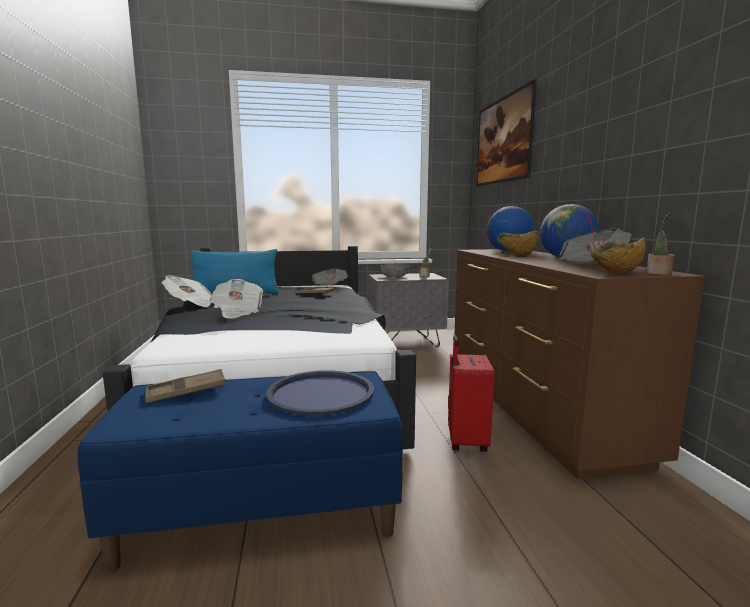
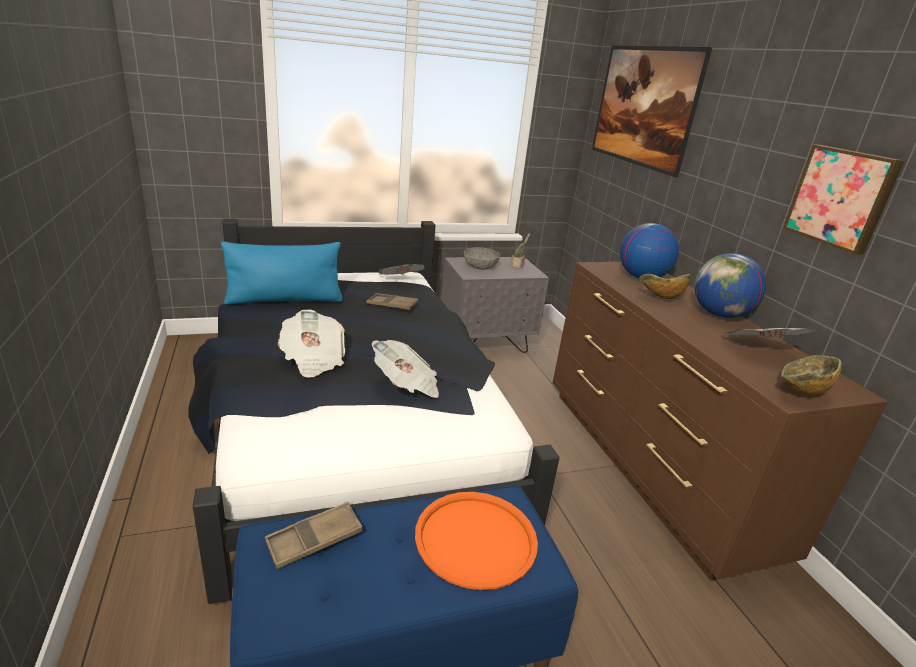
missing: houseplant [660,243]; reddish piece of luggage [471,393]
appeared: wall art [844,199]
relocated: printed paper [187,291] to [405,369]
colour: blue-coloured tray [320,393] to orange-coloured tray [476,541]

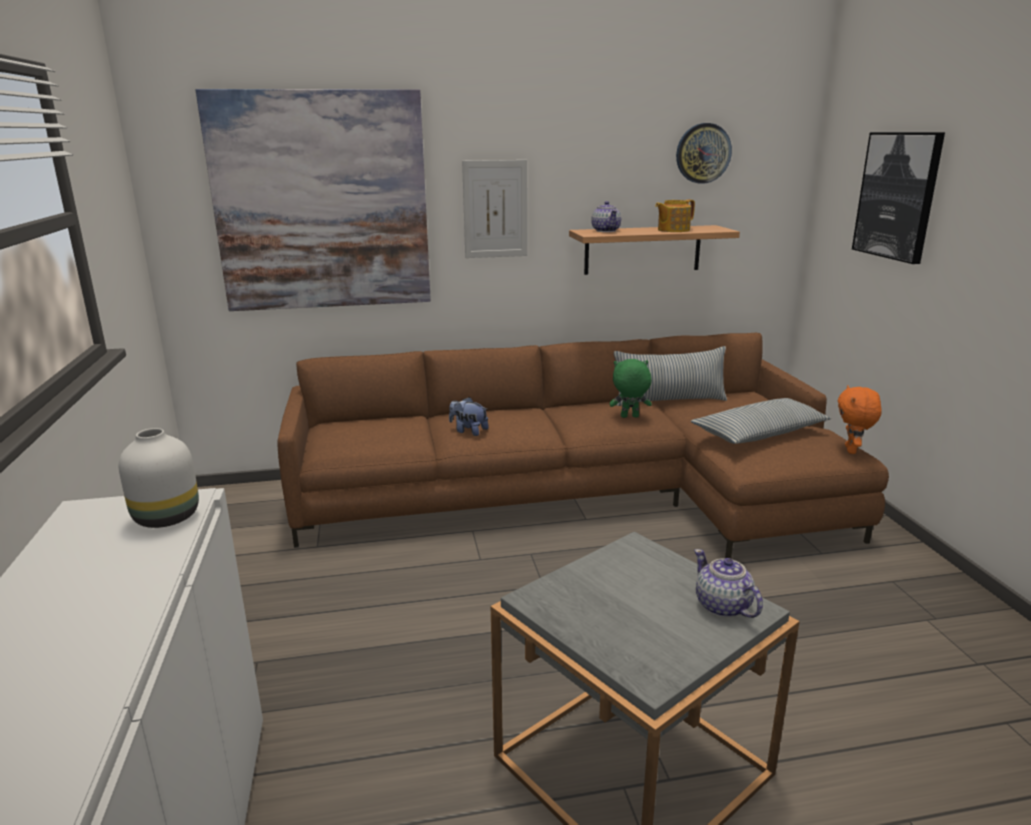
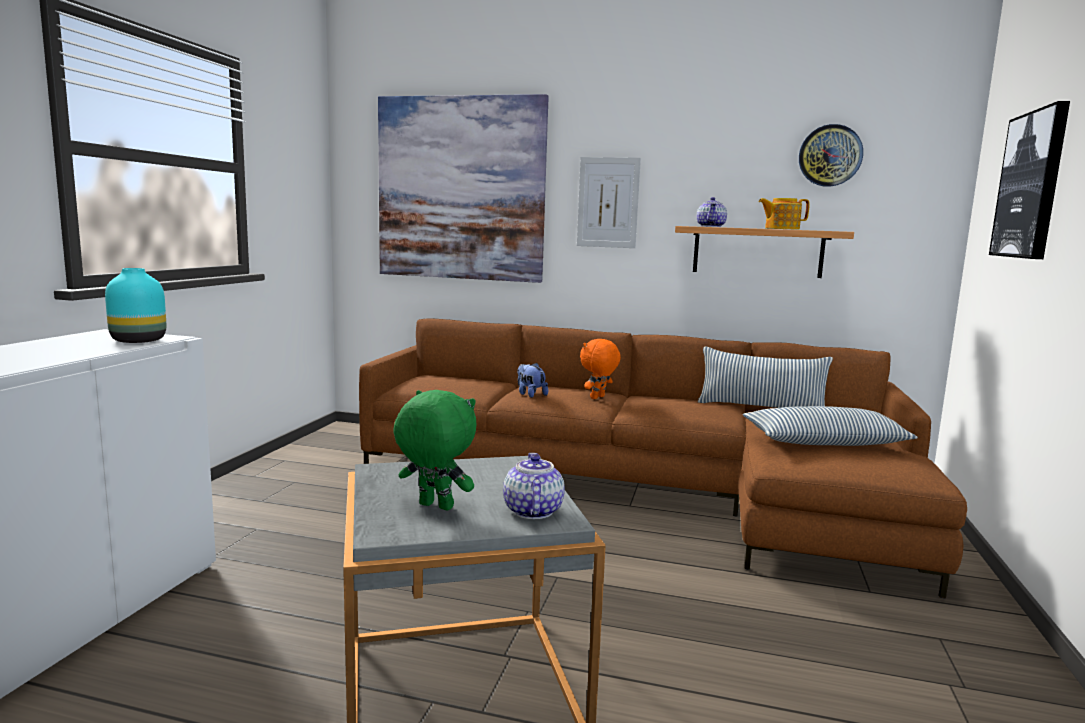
relocated: green plush toy [630,388] to [434,450]; orange-coloured plush toy [860,419] to [600,369]
colour: whitish decorative vase [159,478] to turquoise decorative vase [135,305]

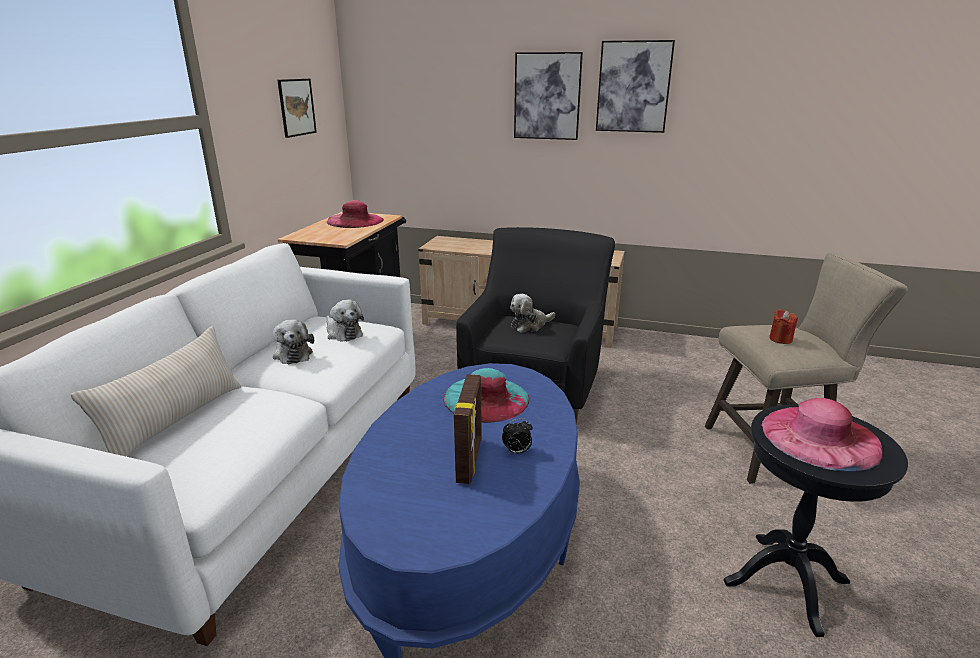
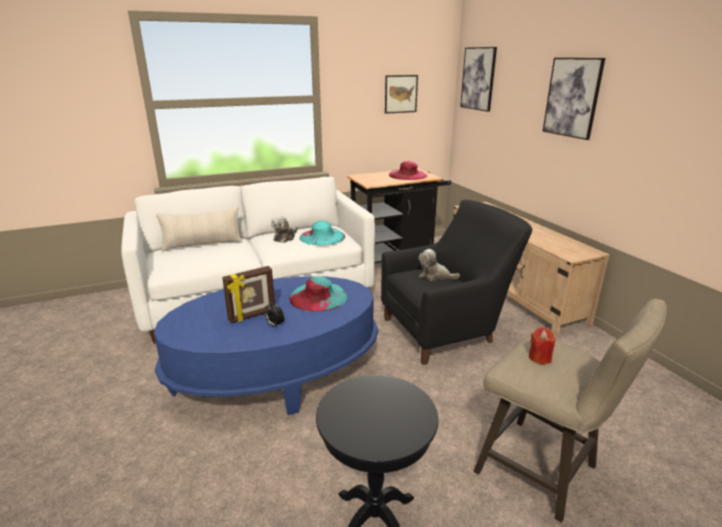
missing: pink-coloured hat [822,435]
relocated: wall art [635,86] to [478,79]
exchanged: plush toy [345,321] to turquoise hat [322,233]

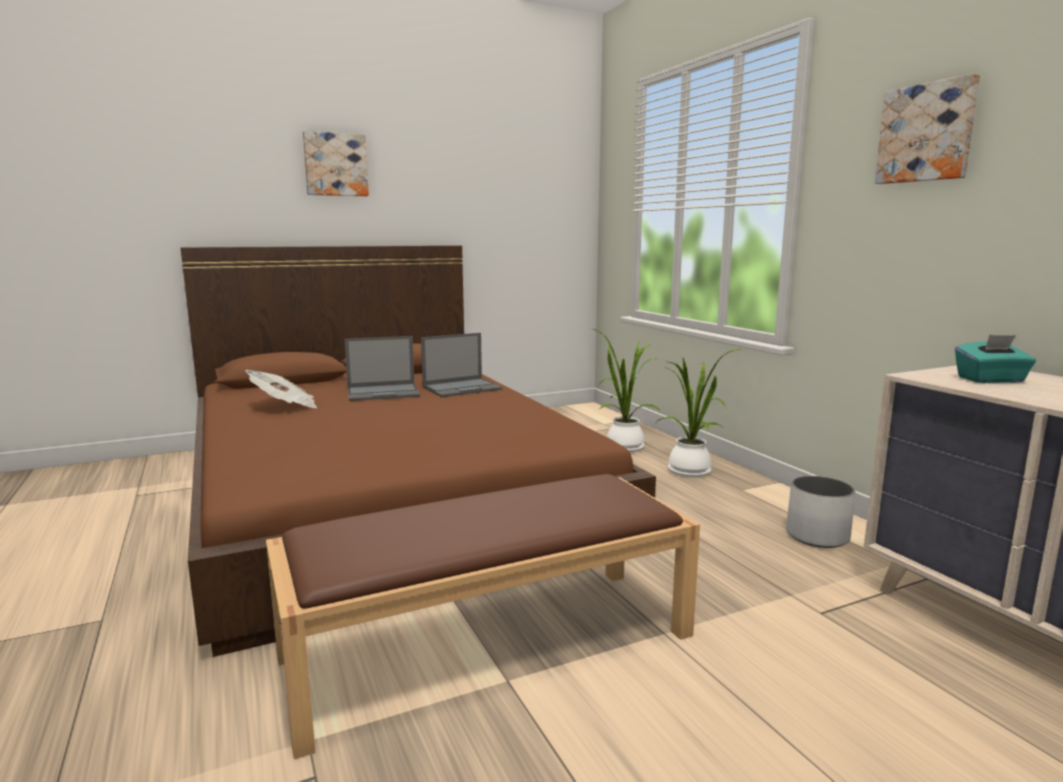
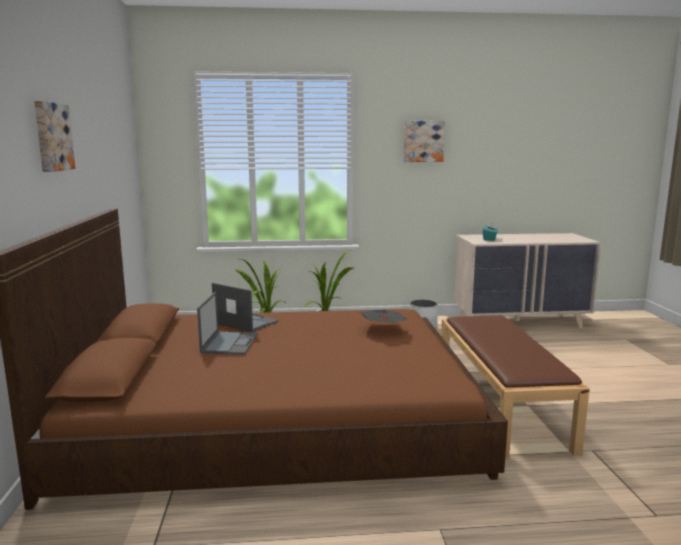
relocated: printed paper [281,389] to [383,316]
spun: notebook computer [462,365] = [245,307] 45 degrees counterclockwise

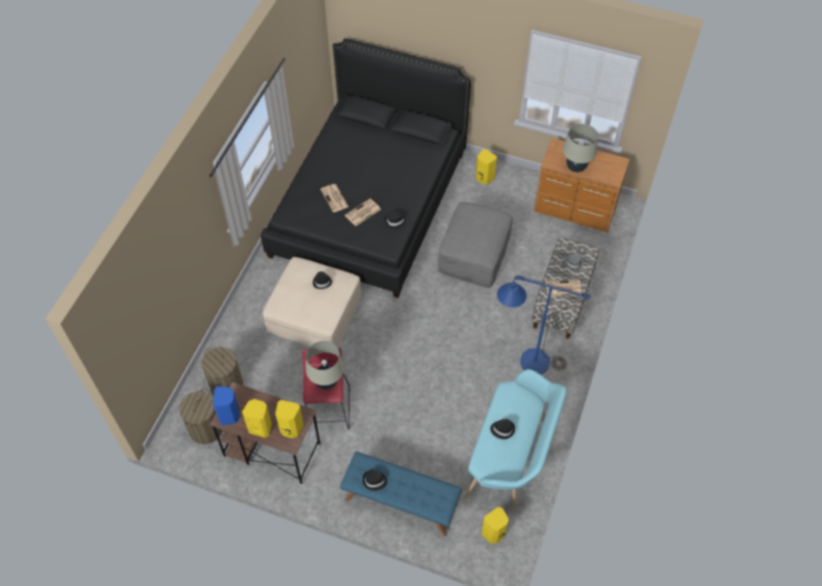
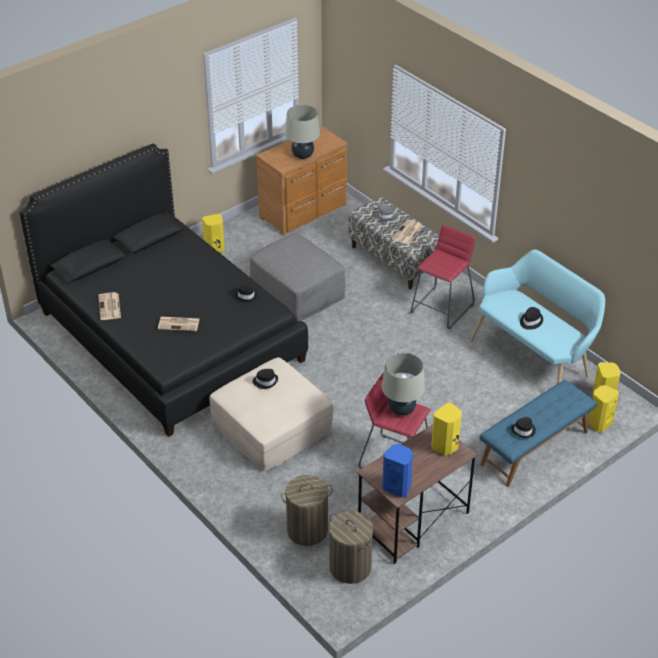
relocated: printed paper [363,212] to [109,306]; yellowish audio speaker [257,418] to [603,408]
exchanged: blue-coloured floor lamp [544,324] to reddish stool seat [442,277]

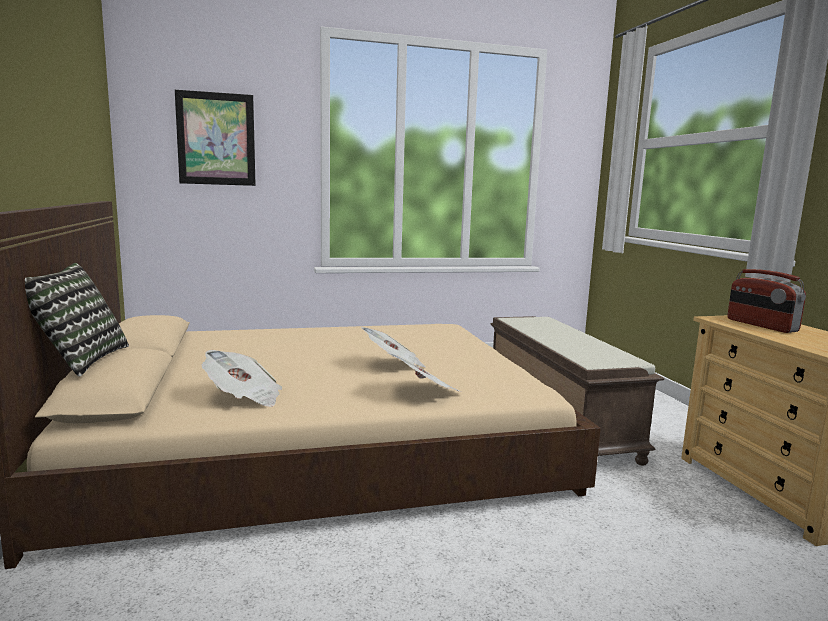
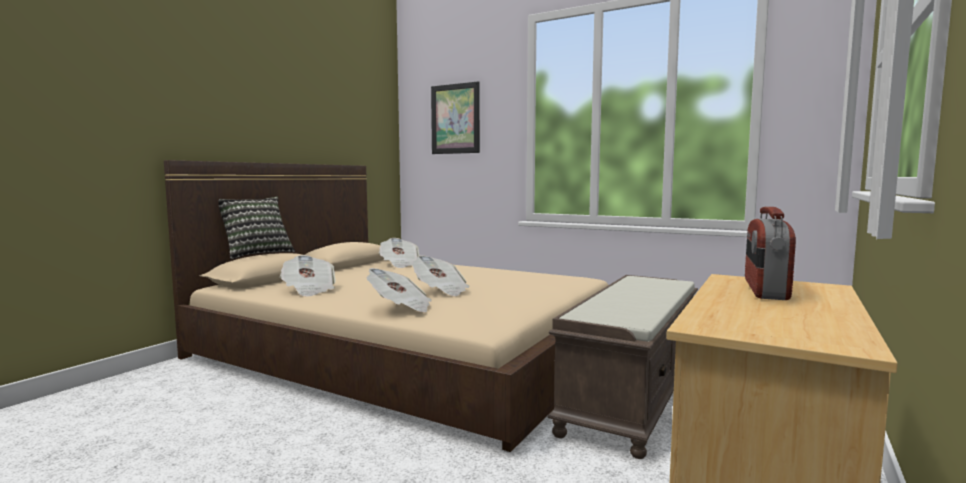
appeared: printed paper [399,253]

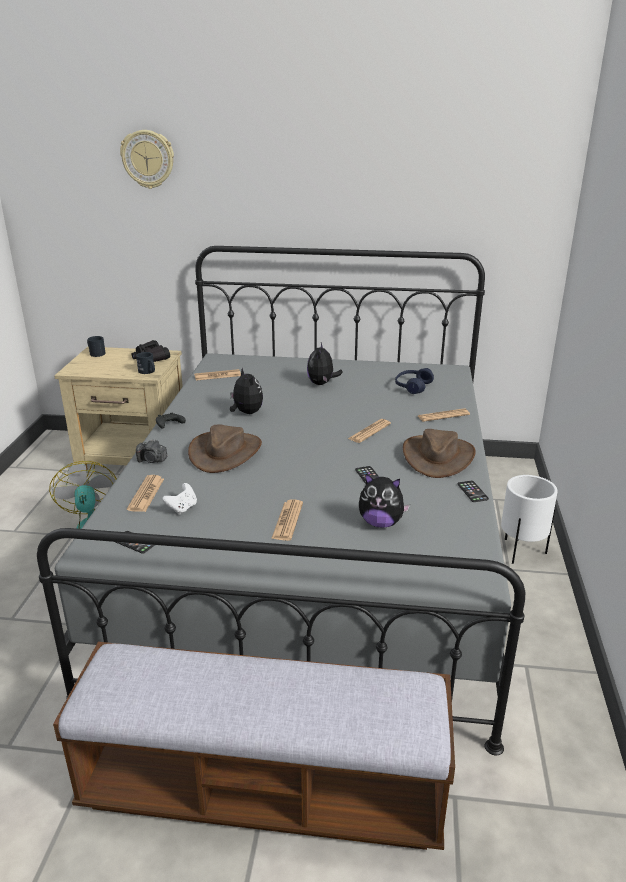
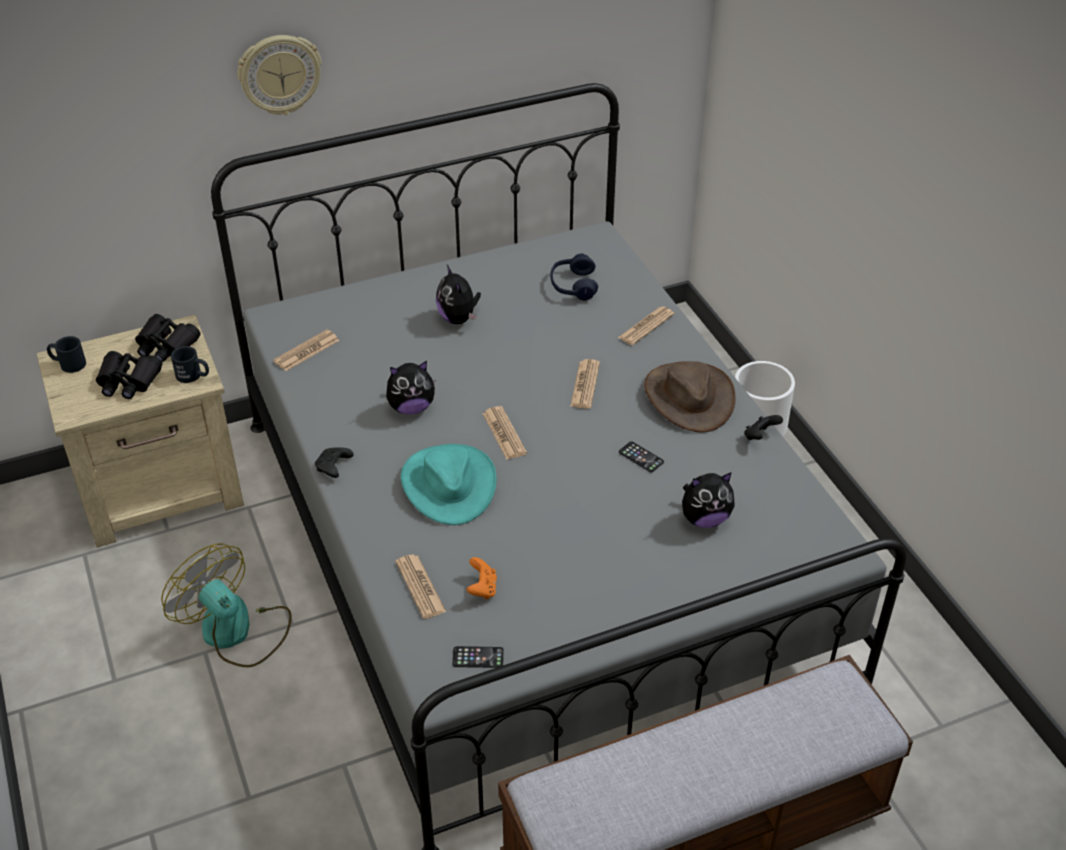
missing: photo camera [151,451]
appeared: blackish pair of binoculars [129,375]
relocated: wall clock [147,159] to [279,75]; printed paper [287,520] to [504,433]
exchanged: phone [473,491] to blackish joypad [763,427]
colour: brown-coloured hat [225,448] to turquoise hat [449,484]; whitish joypad [179,499] to orange-coloured joypad [482,578]
spun: plush toy [246,390] = [411,388] 135 degrees clockwise

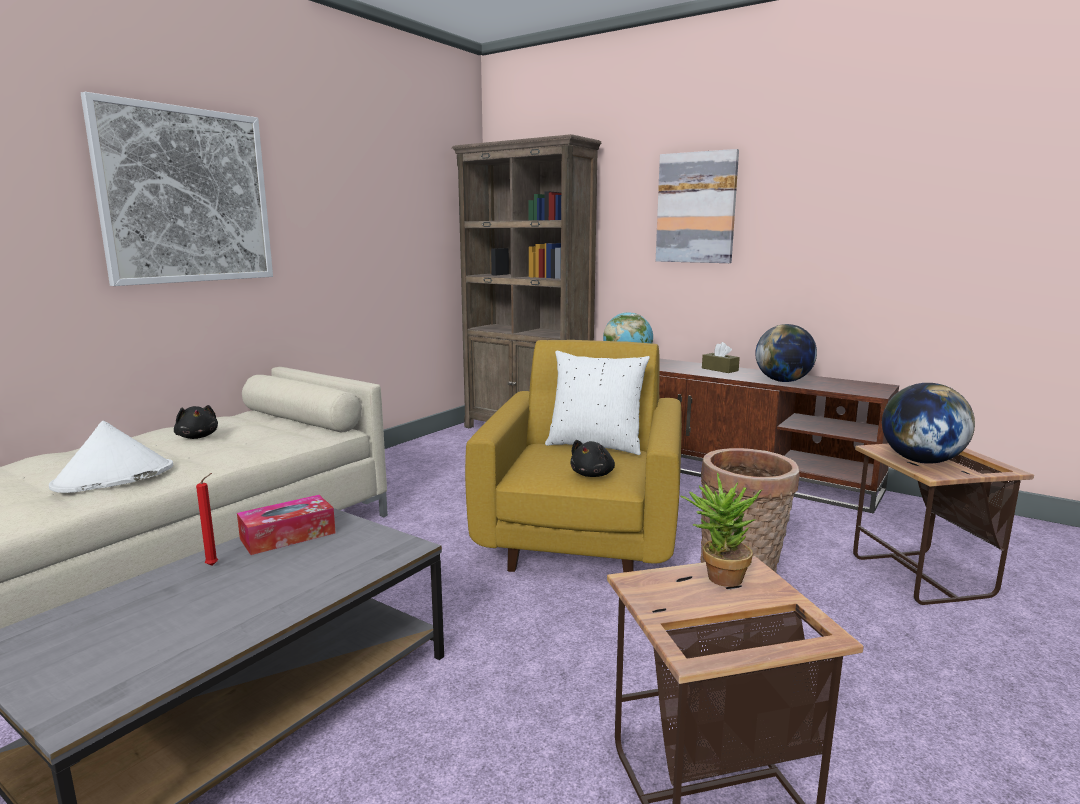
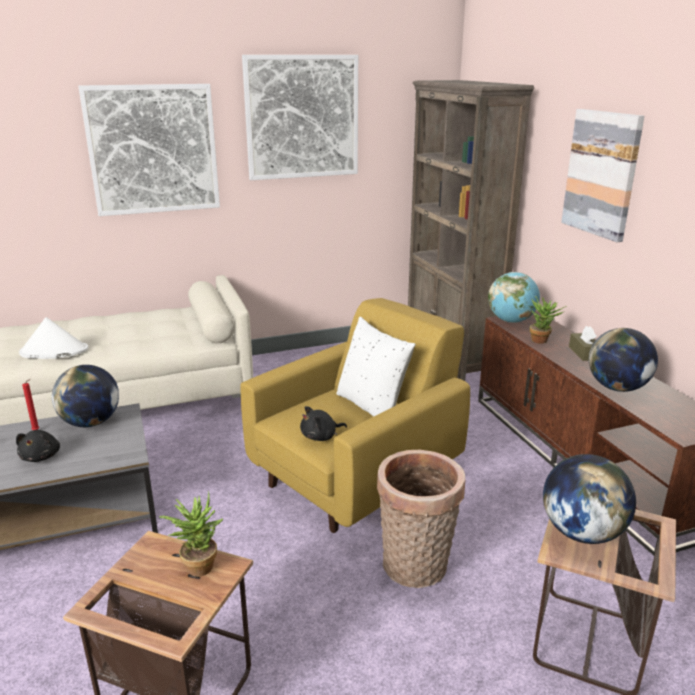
appeared: wall art [300,117]; houseplant [548,320]
relocated: blackish plush toy [196,422] to [38,446]
exchanged: box of tissues [286,525] to world globe [85,396]

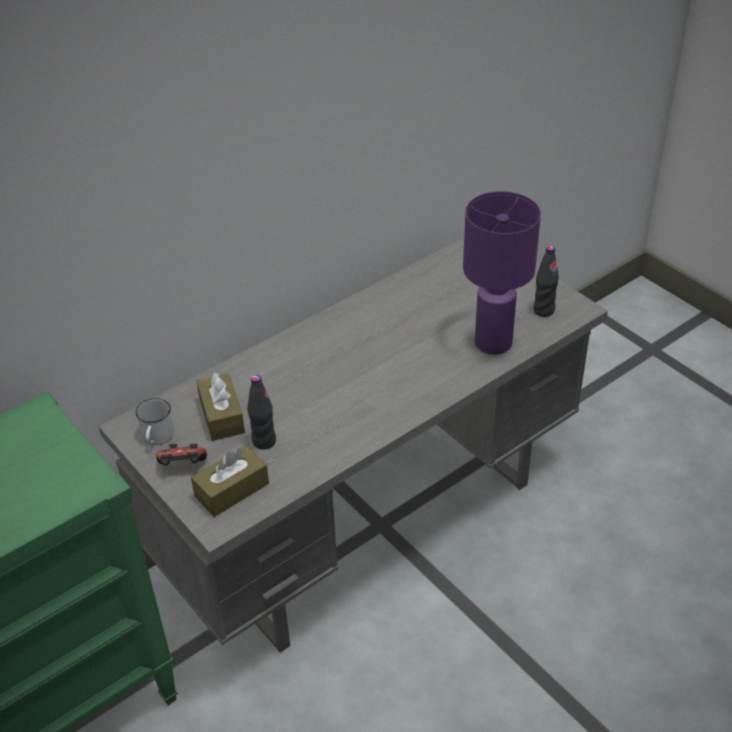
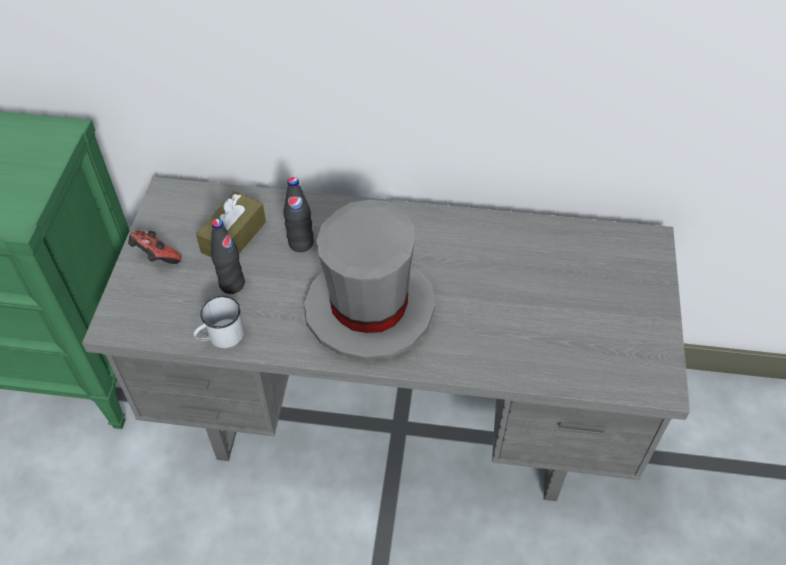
missing: purplish lamp for a table [502,273]; brown-coloured box of tissues [230,481]
appeared: grey hat [369,280]
relocated: blackish beverage bottle [546,281] to [299,214]; whitish mug [155,421] to [218,322]

